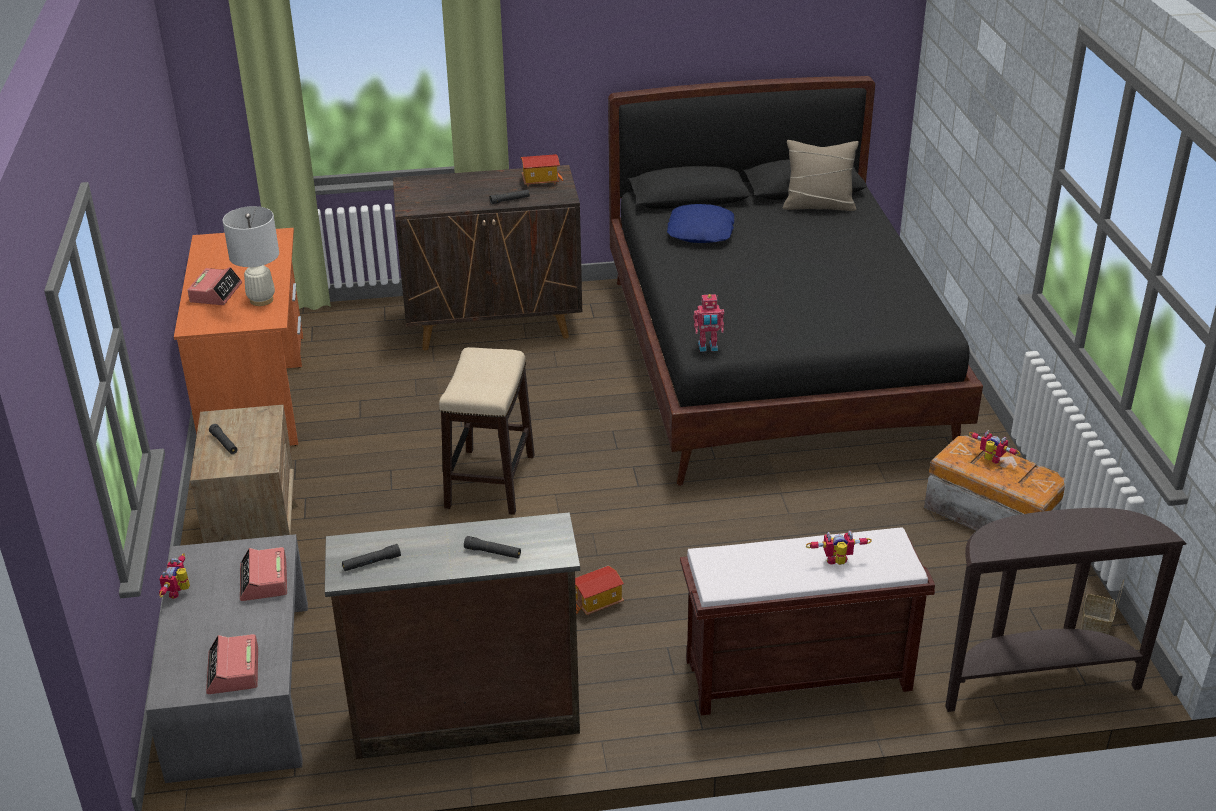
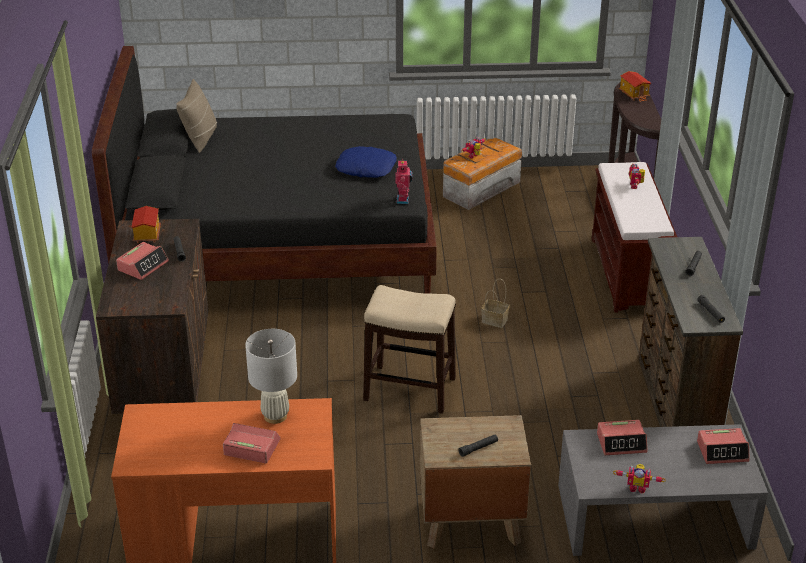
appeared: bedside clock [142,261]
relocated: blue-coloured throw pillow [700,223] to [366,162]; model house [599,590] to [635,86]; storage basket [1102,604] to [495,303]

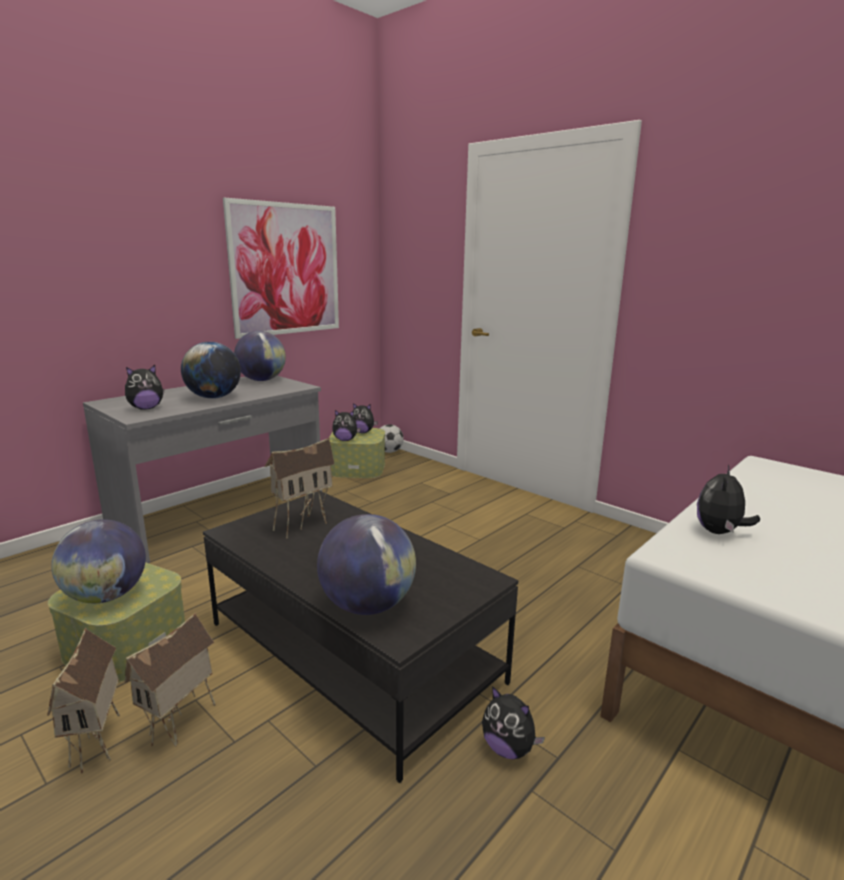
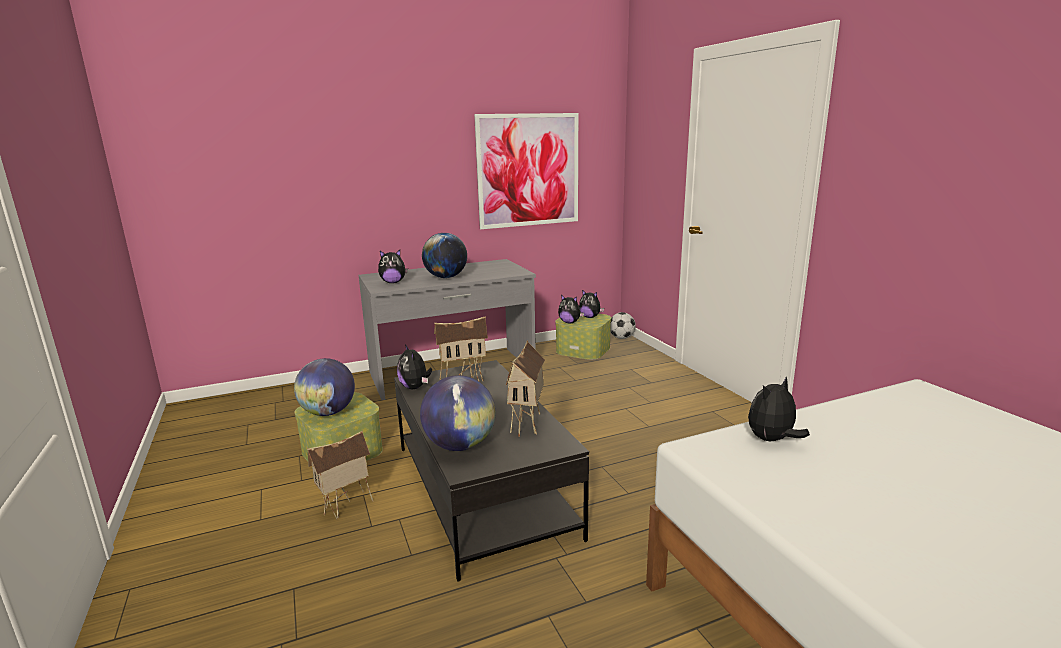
missing: world globe [260,356]
relocated: model house [83,700] to [525,389]; plush toy [513,722] to [414,366]

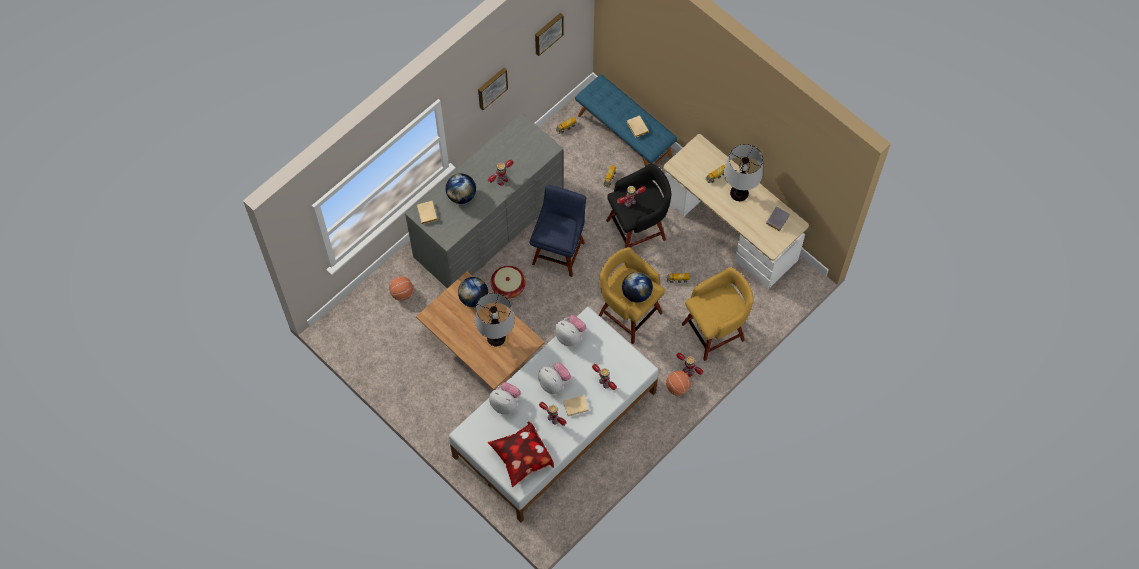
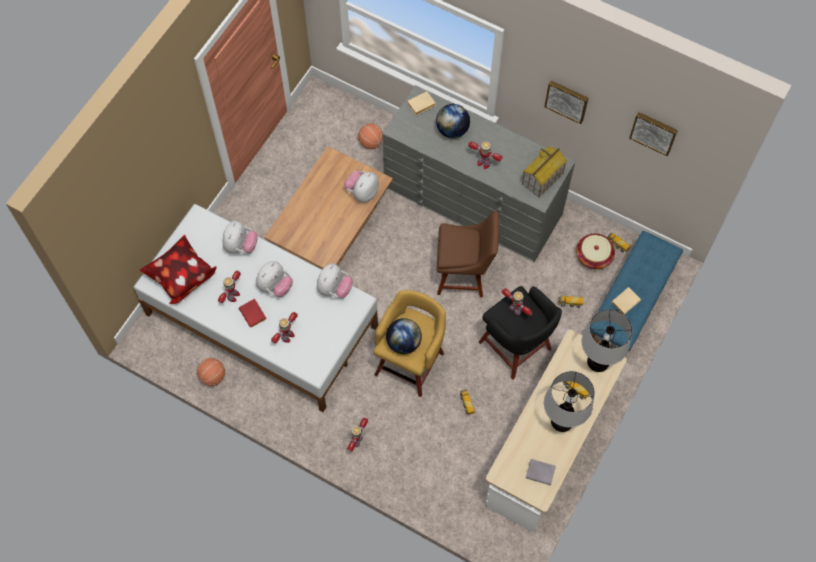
missing: yellowish stool seat [717,314]
appeared: model house [544,172]
relocated: storage basket [508,282] to [595,251]; lamp for a table [495,319] to [607,340]; basketball ball [678,383] to [211,372]
exchanged: world globe [473,292] to plush toy [361,186]
colour: blue-coloured plain chair [558,231] to brown-coloured plain chair [468,254]; sand-coloured volume [576,405] to reddish volume [252,313]

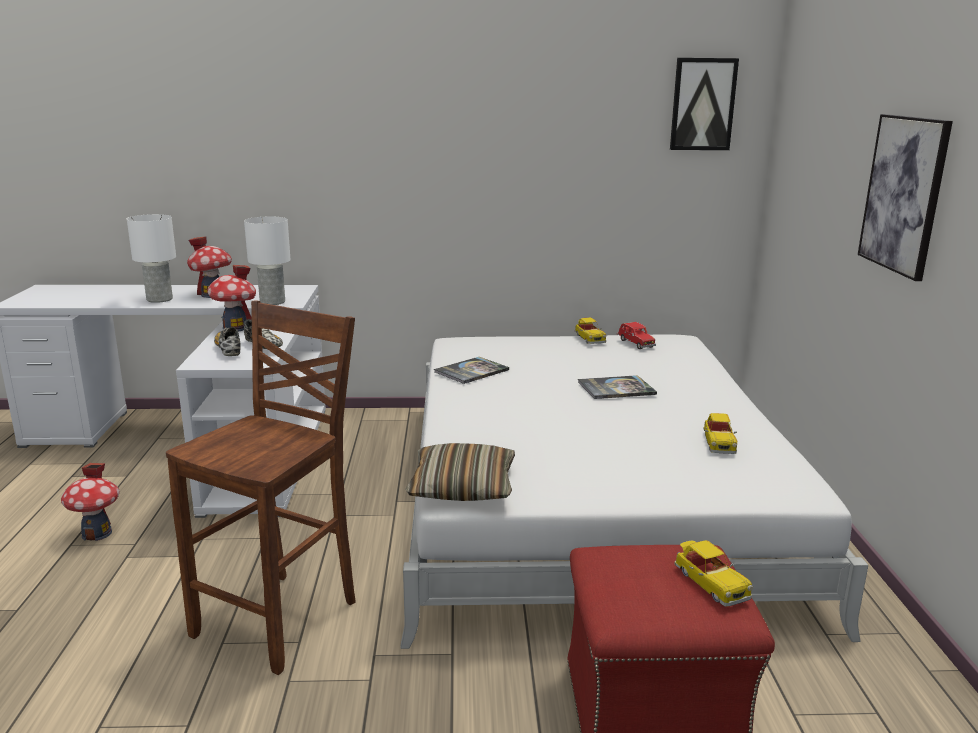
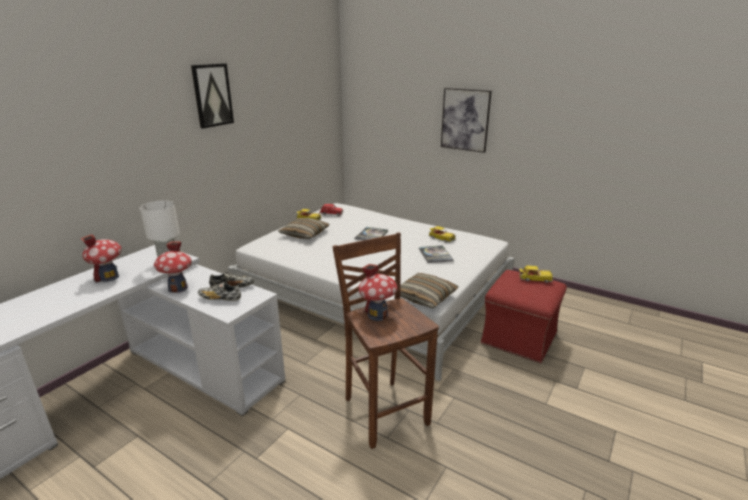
missing: whitish lamp for a table [151,258]
appeared: throw pillow [304,228]
relocated: wall art [704,104] to [212,96]; volume [471,370] to [436,254]; model house [90,502] to [378,292]

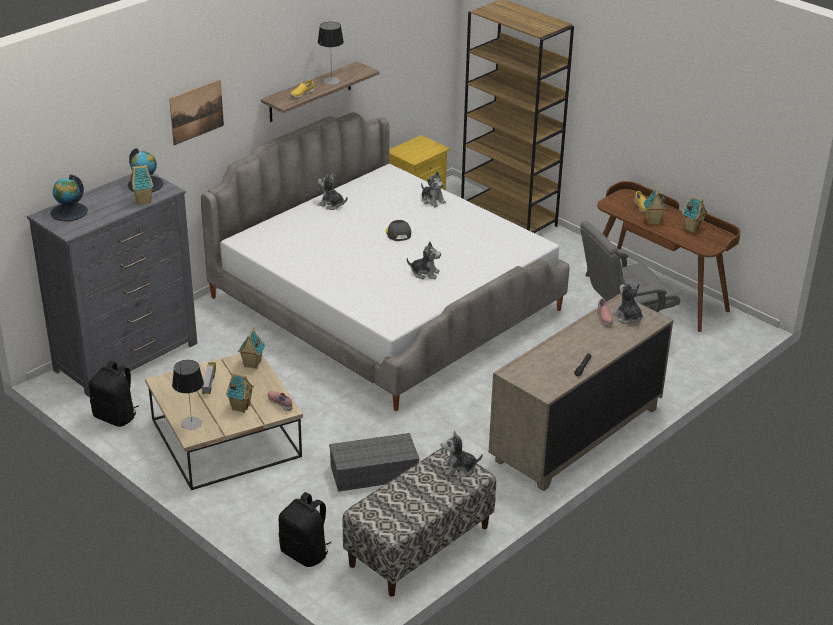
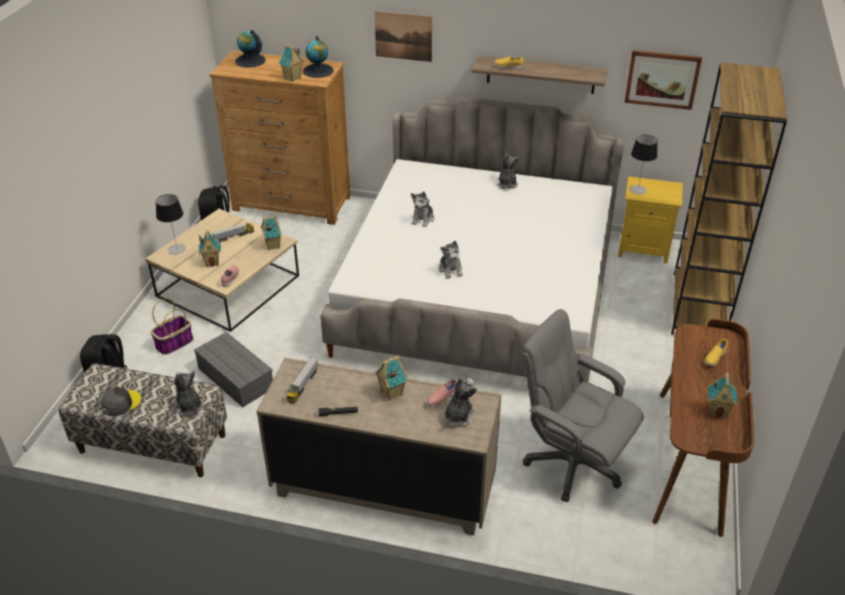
appeared: wall art [663,80]; storage basket [171,327]; toy lorry [302,380]
relocated: lamp for a table [331,53] to [643,164]; plush toy [433,189] to [422,209]; model house [655,205] to [391,378]; grey peaked cap [398,230] to [121,402]
colour: grey drawer chest [112,285] to brown-coloured drawer chest [279,138]

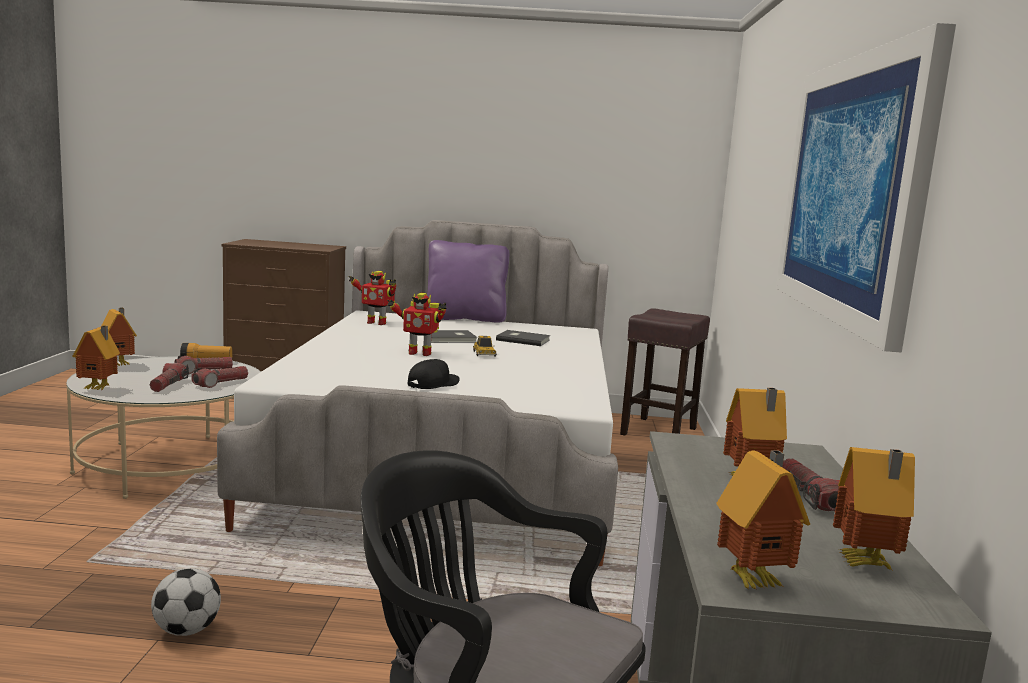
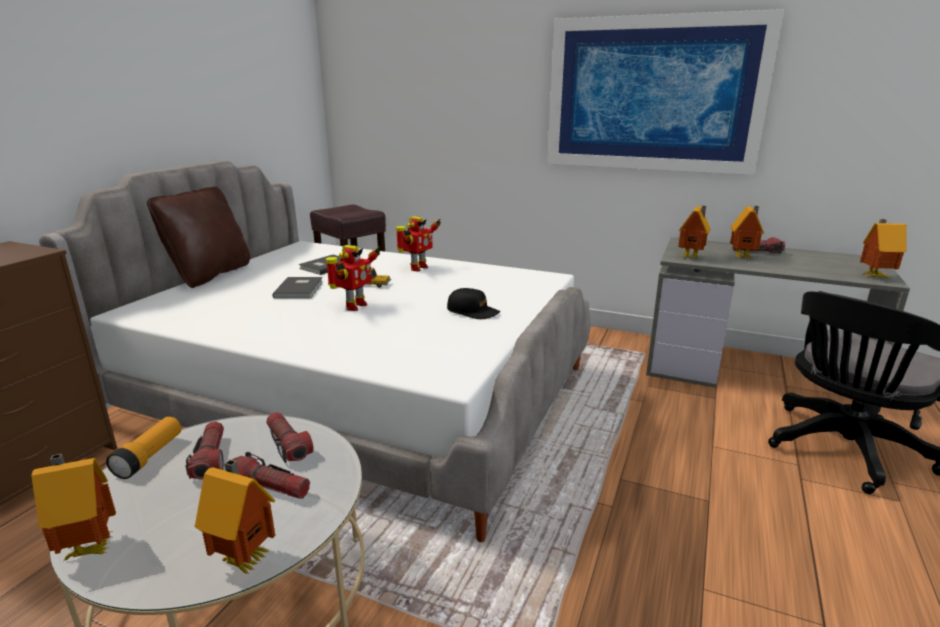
missing: football ball [186,602]
relocated: model robot [372,298] to [418,243]; model house [874,509] to [694,232]
colour: purplish throw pillow [468,281] to brown-coloured throw pillow [199,237]
spun: blackish peaked cap [433,374] = [473,303] 150 degrees clockwise

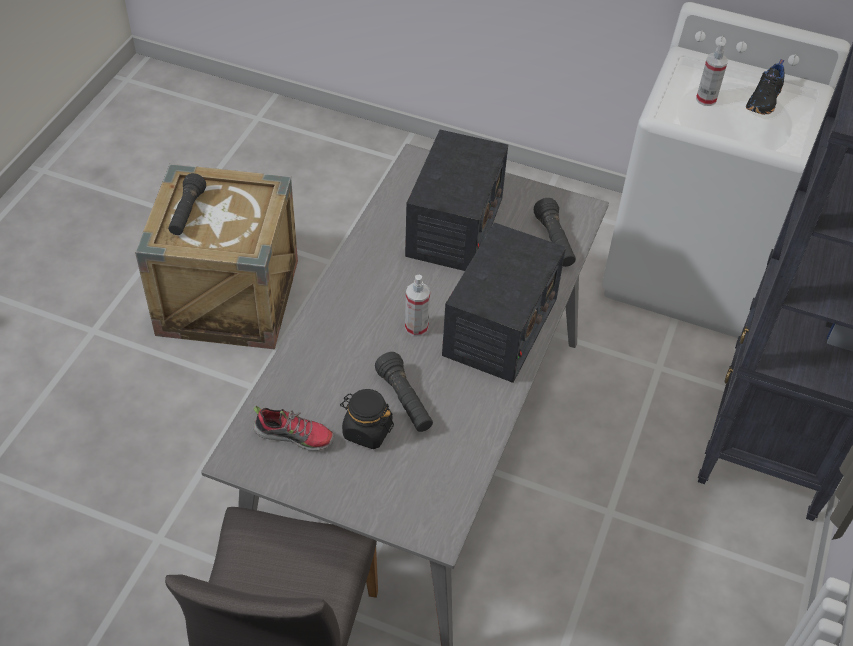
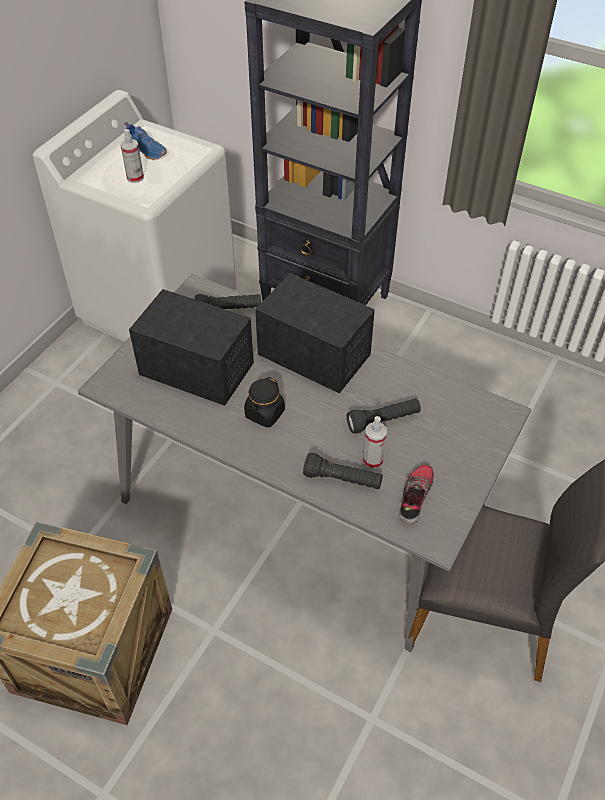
relocated: blackish torch [187,204] to [343,471]; spray bottle [417,305] to [375,442]; blackish storage jar [367,419] to [264,402]
colour: blackish item of footwear [765,87] to blue-coloured item of footwear [145,141]

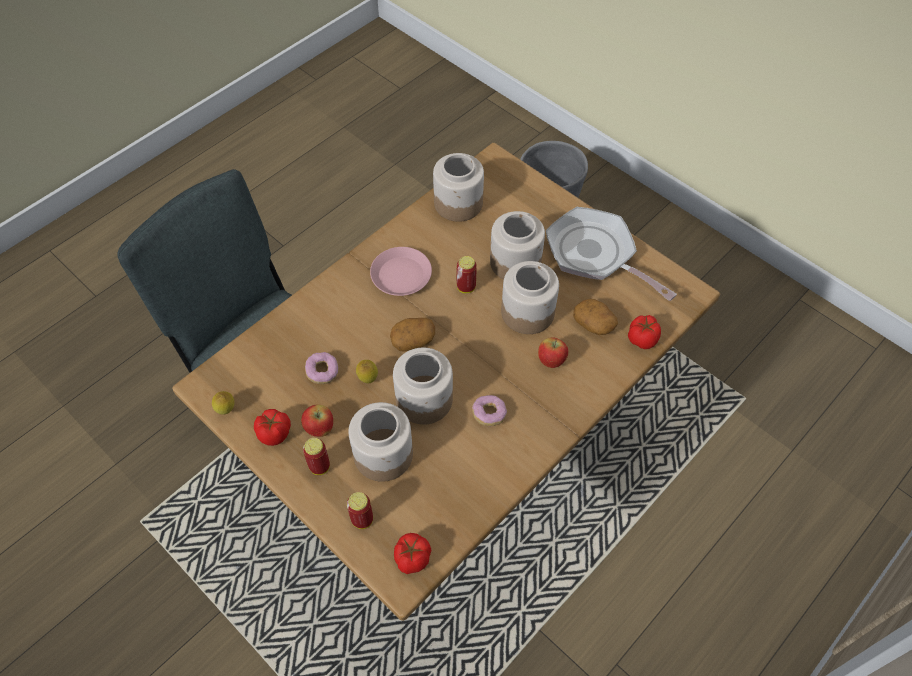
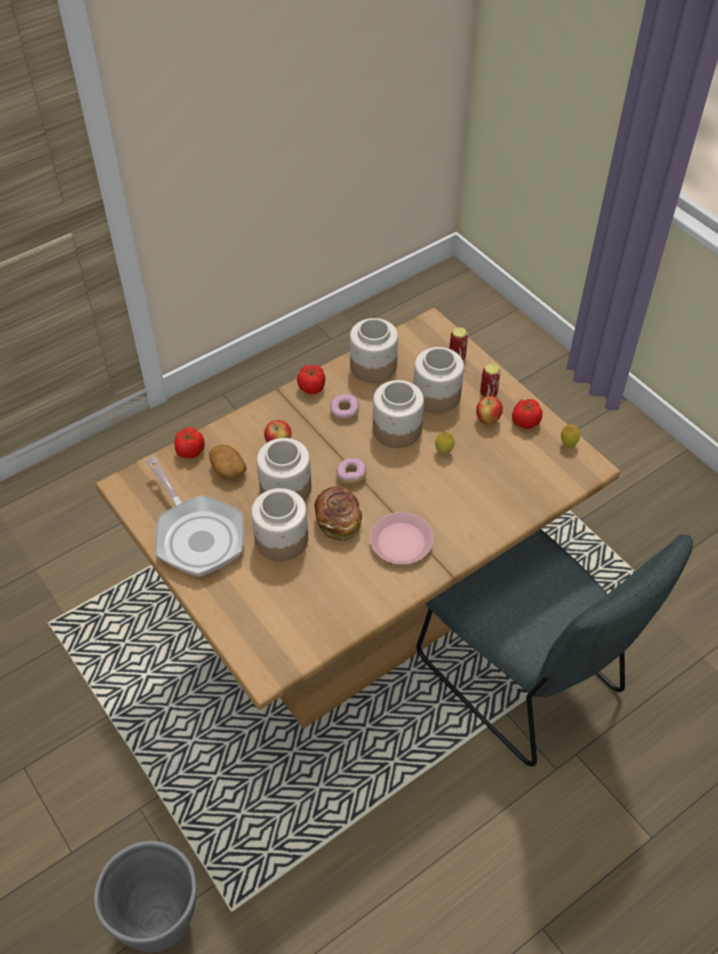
missing: whole potato [412,334]
relocated: storage jar [458,187] to [374,350]; ring doughnut [321,368] to [352,471]; whole tomato [413,553] to [311,379]
exchanged: sealed can [467,274] to baked bread [338,513]

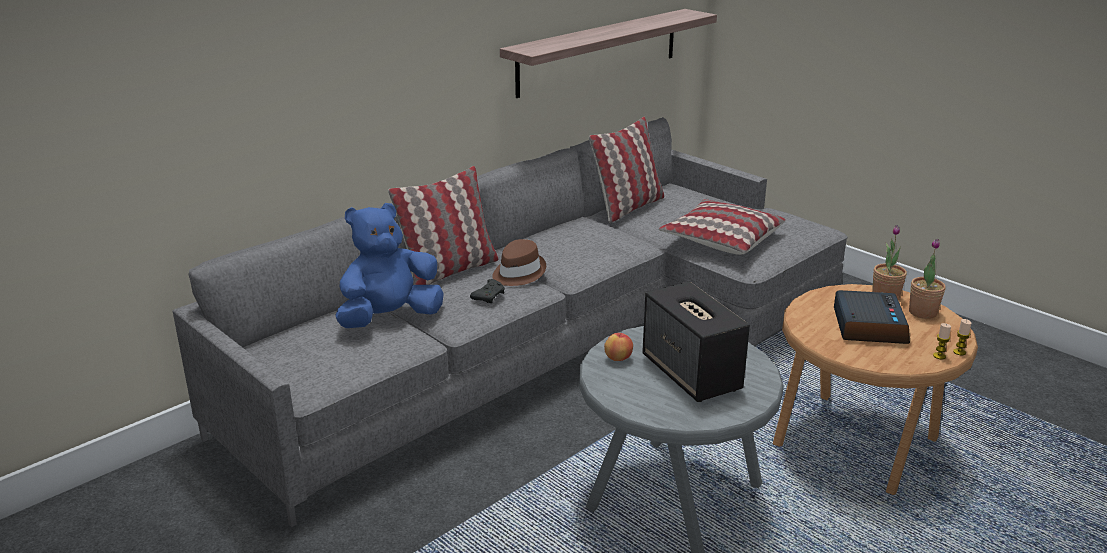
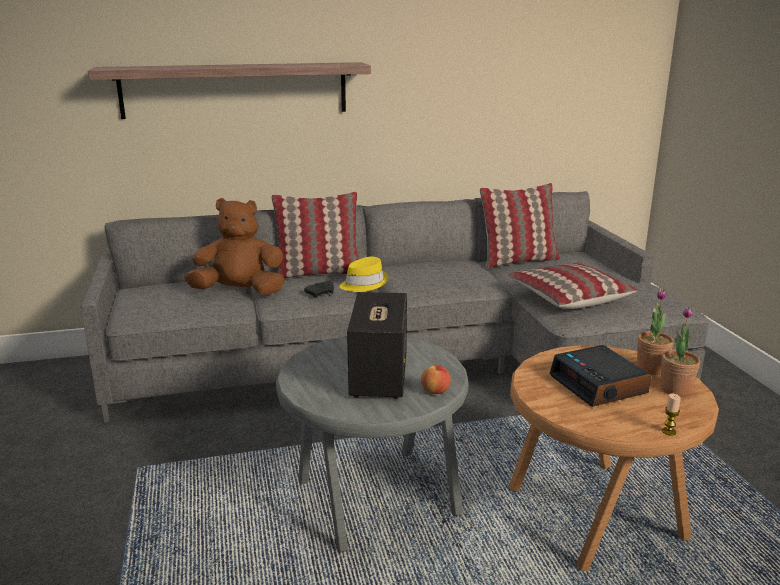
missing: wax candle [942,341]
relocated: bracket shelf [608,53] to [229,90]; apple [618,347] to [436,379]
colour: blue-coloured plush toy [389,265] to brown-coloured plush toy [235,246]; brown-coloured hat [519,262] to yellowish hat [363,274]
spun: bedside clock [872,317] = [600,376] 120 degrees clockwise

